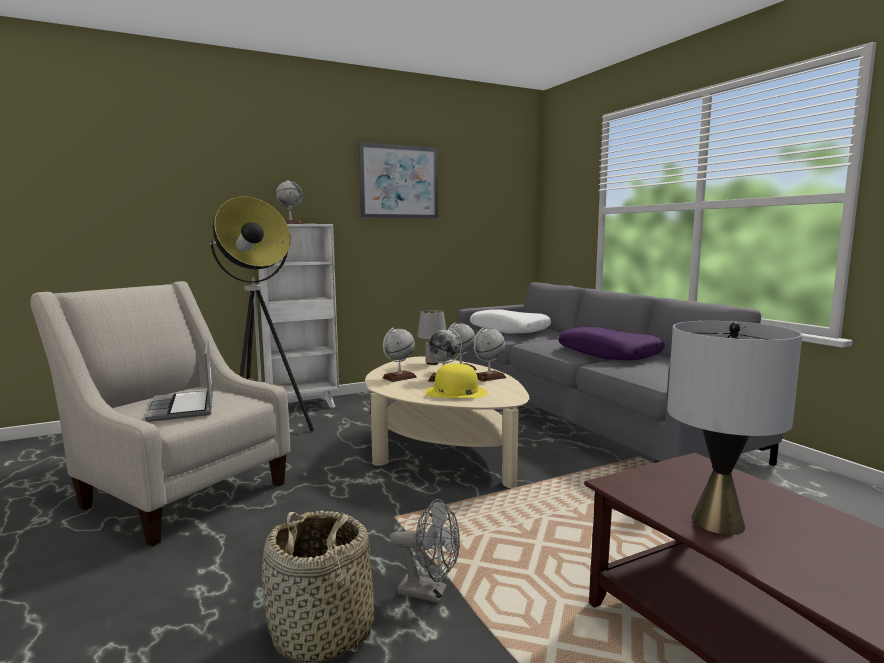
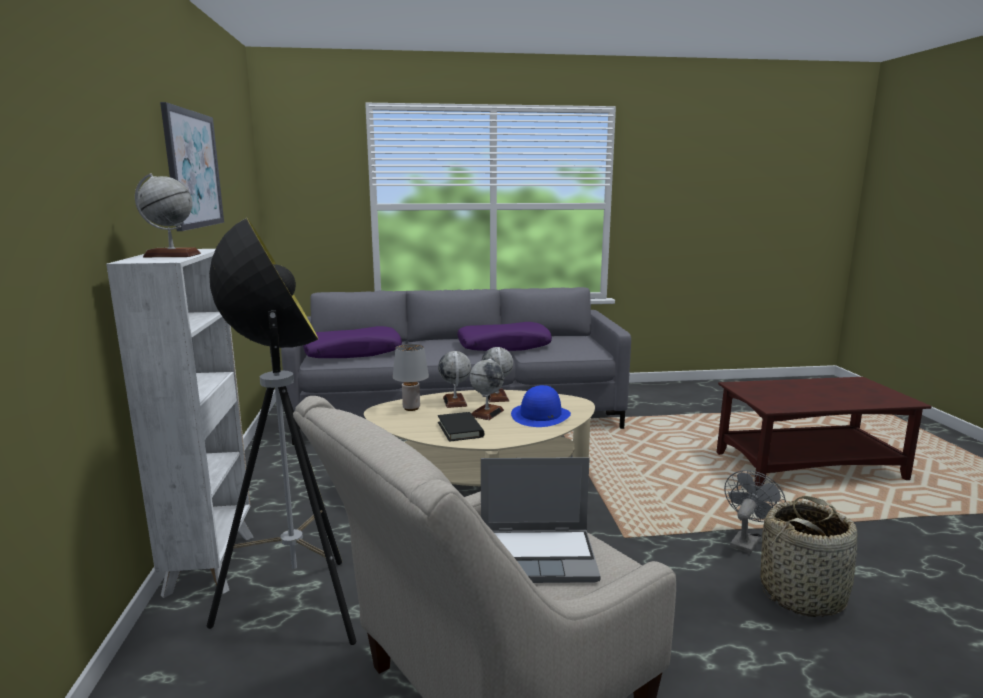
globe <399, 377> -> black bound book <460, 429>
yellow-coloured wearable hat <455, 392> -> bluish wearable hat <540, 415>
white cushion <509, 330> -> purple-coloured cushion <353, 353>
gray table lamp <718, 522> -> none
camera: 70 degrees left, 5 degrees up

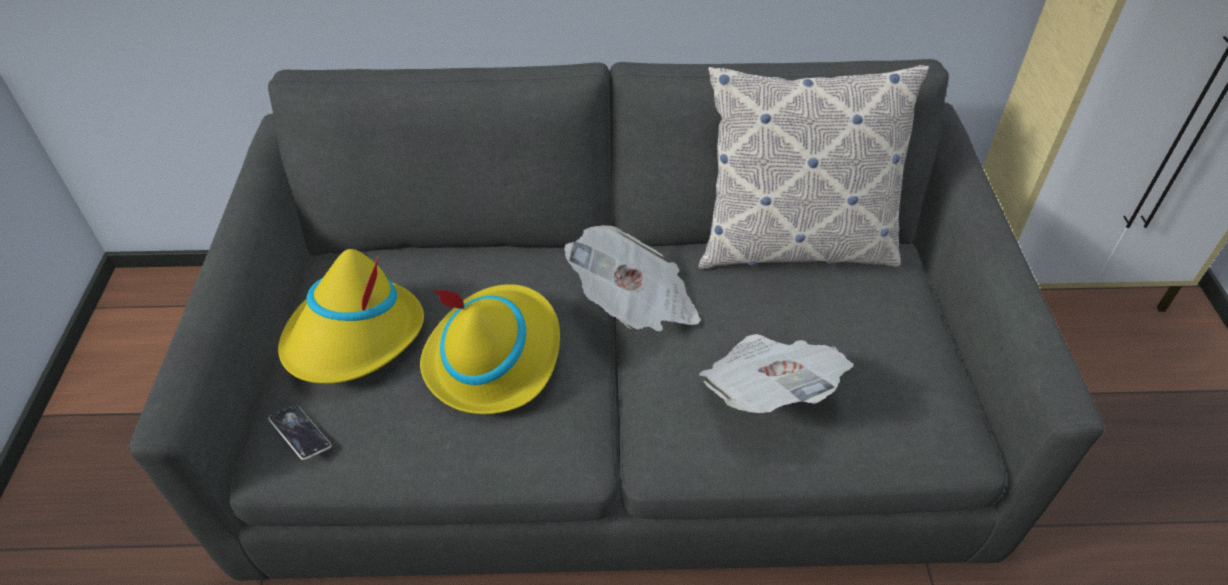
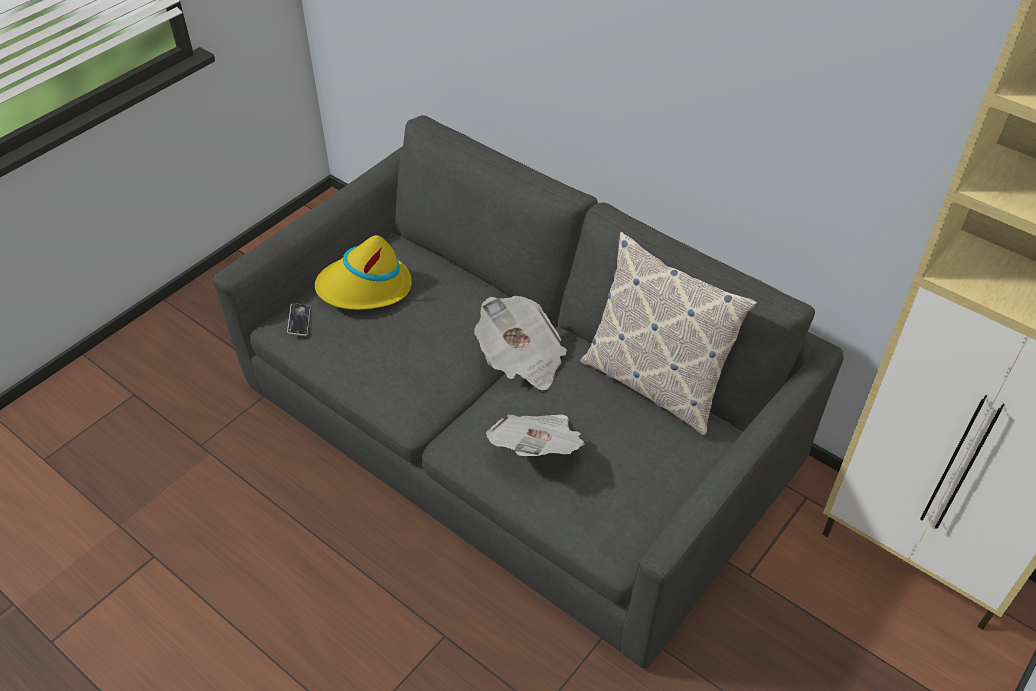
yellow-coloured wearable hat <494, 356> -> none
camera: 40 degrees right, 0 degrees up

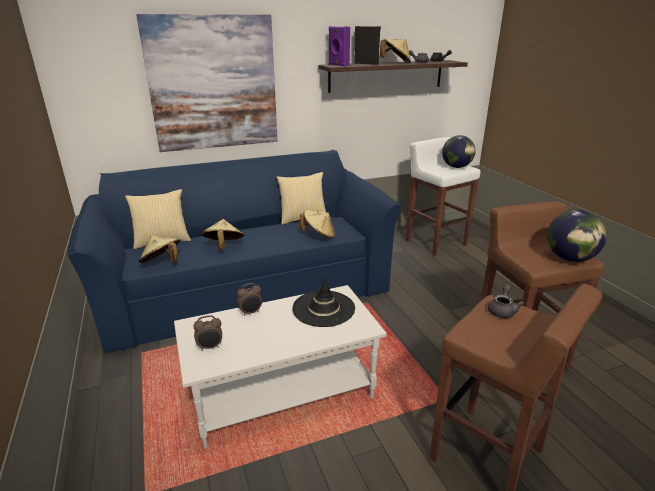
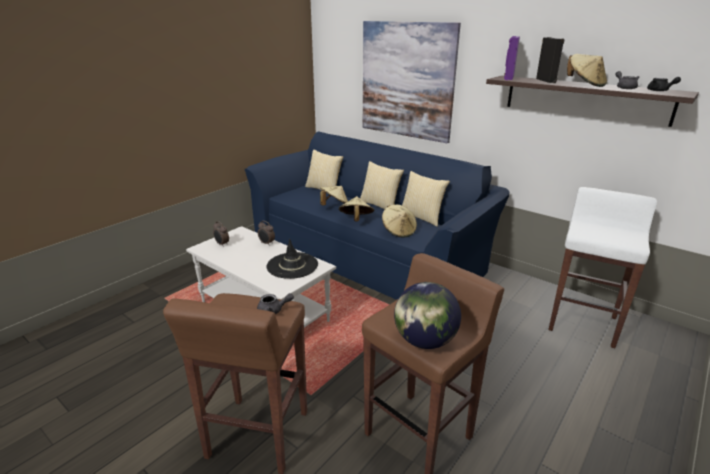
sand-coloured wearable hat <162, 263> -> sand-coloured wearable hat <356, 220>, shifted
globe <456, 167> -> none
none -> cushion <380, 205>
camera: 60 degrees right, 0 degrees up

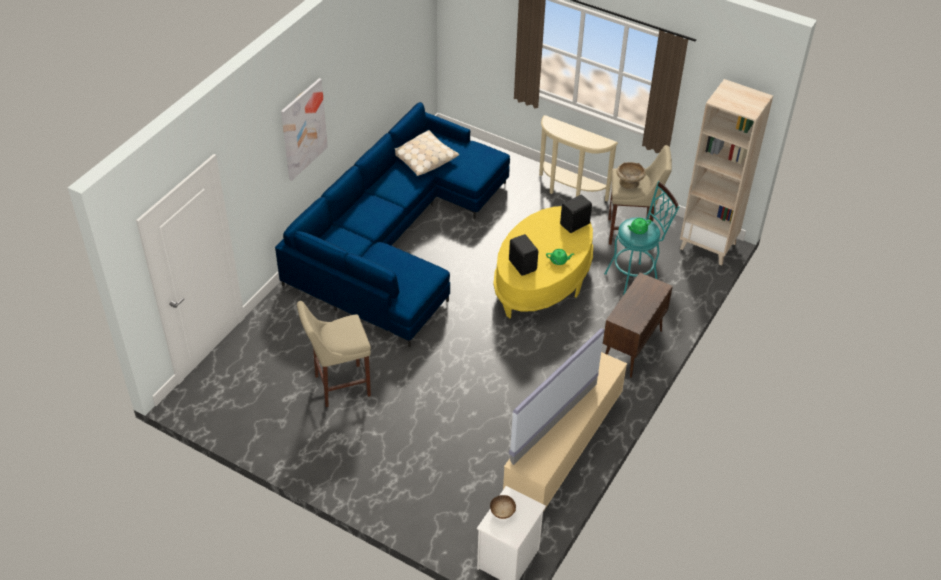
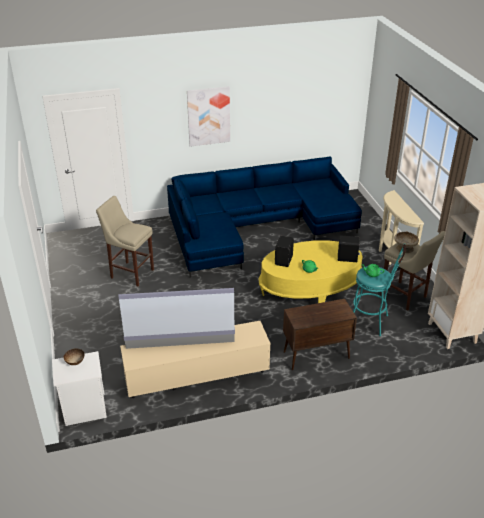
sand-coloured cushion <423, 159> -> none
camera: 45 degrees right, 10 degrees down

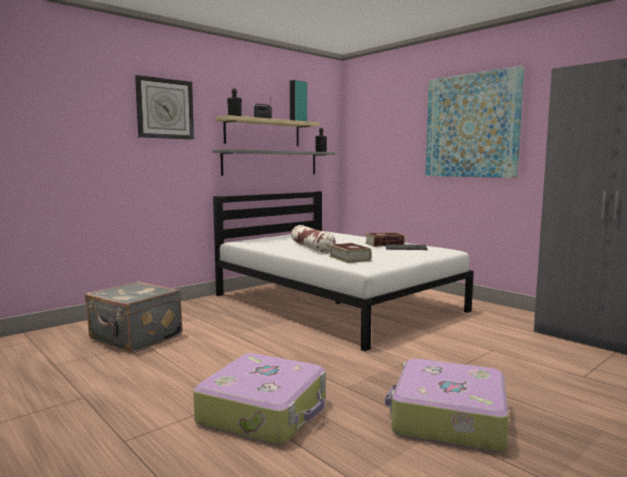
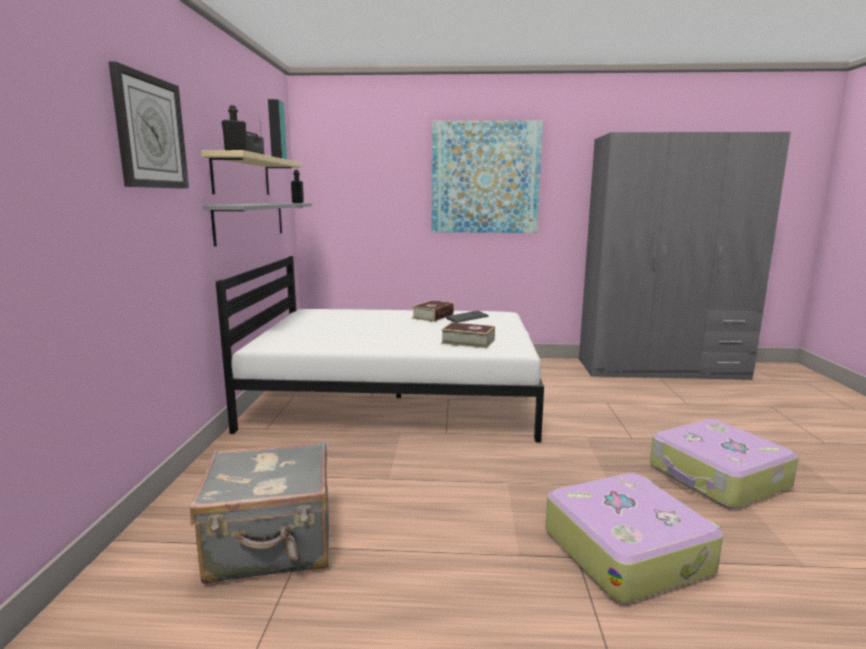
cushion <312, 247> -> none
camera: 45 degrees left, 5 degrees up

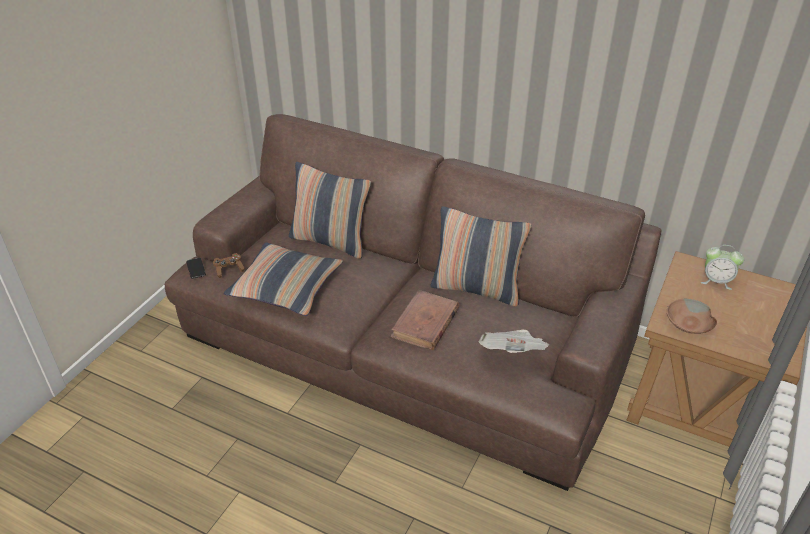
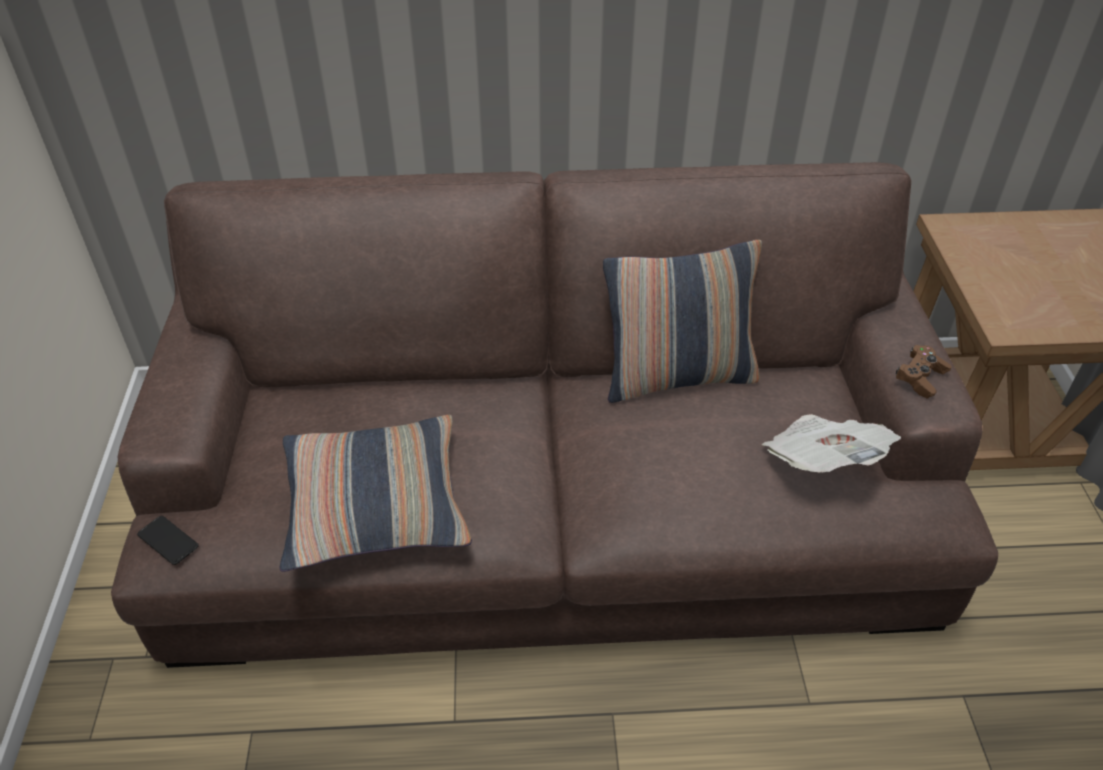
brownish game controller <229, 269> -> brownish game controller <920, 378>, shifted
cushion <330, 241> -> none
brownish bound book <425, 323> -> none
brownish serving bowl <689, 323> -> none
table clock <716, 281> -> none
camera: 30 degrees left, 5 degrees up

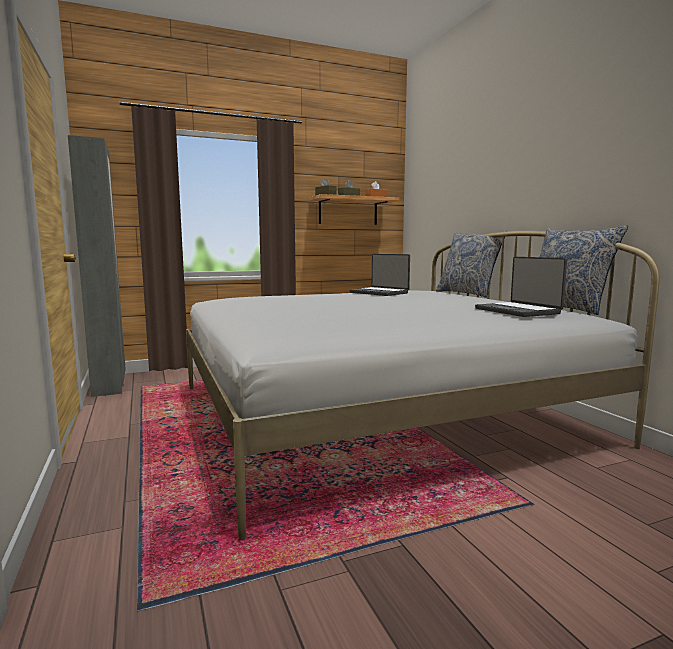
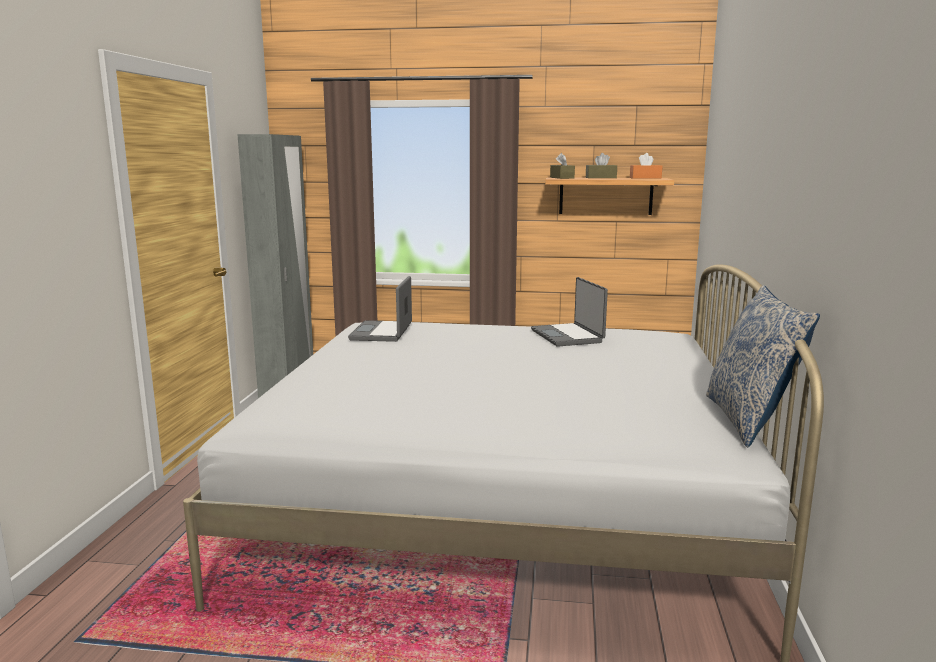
cushion <467, 294> -> none
notebook computer <518, 311> -> notebook computer <383, 332>, shifted
camera: 30 degrees right, 5 degrees up

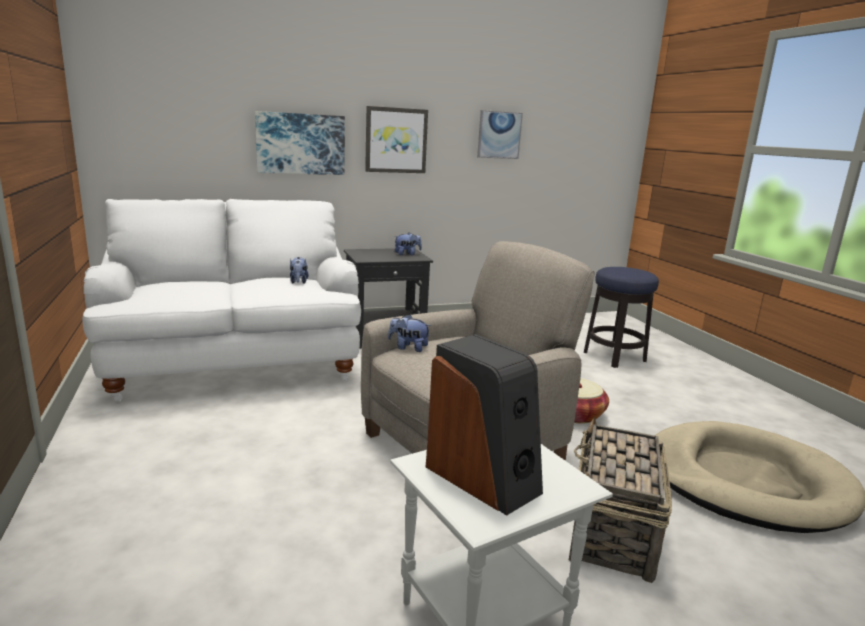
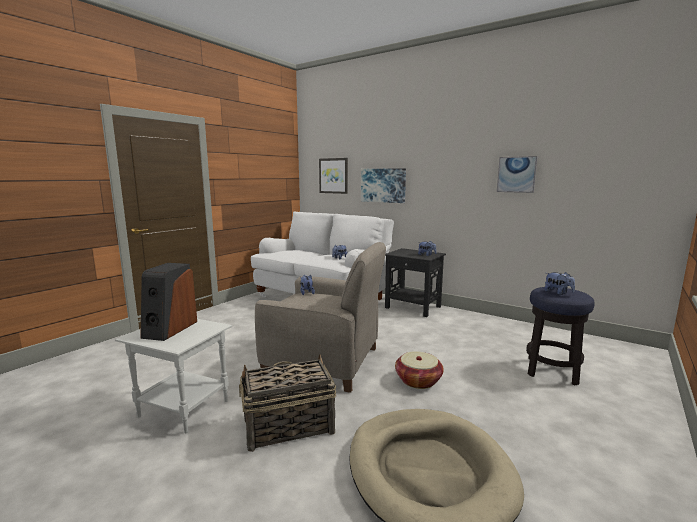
picture <396, 140> -> picture <333, 175>, shifted
none -> soft toy <558, 293>
camera: 55 degrees right, 5 degrees down

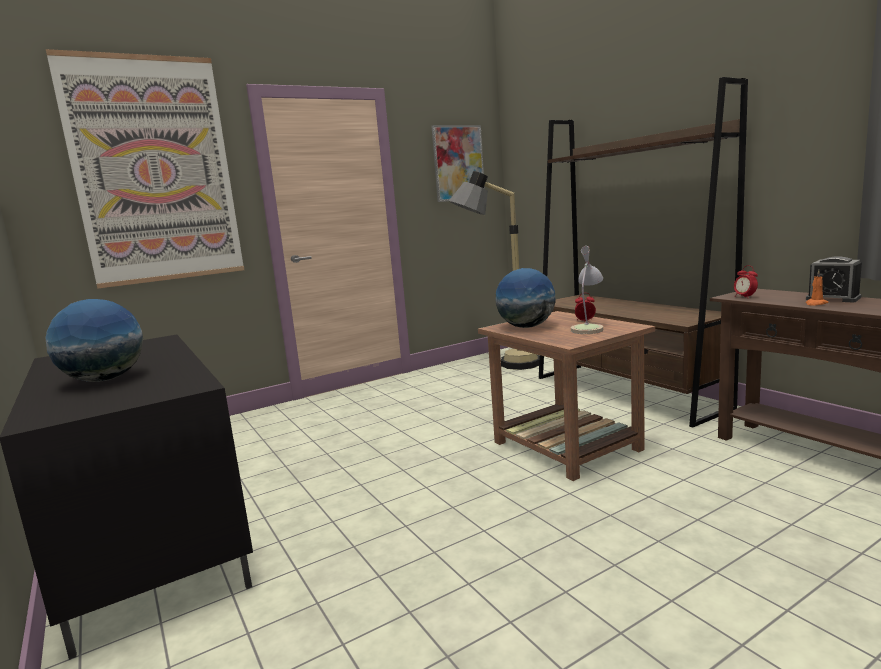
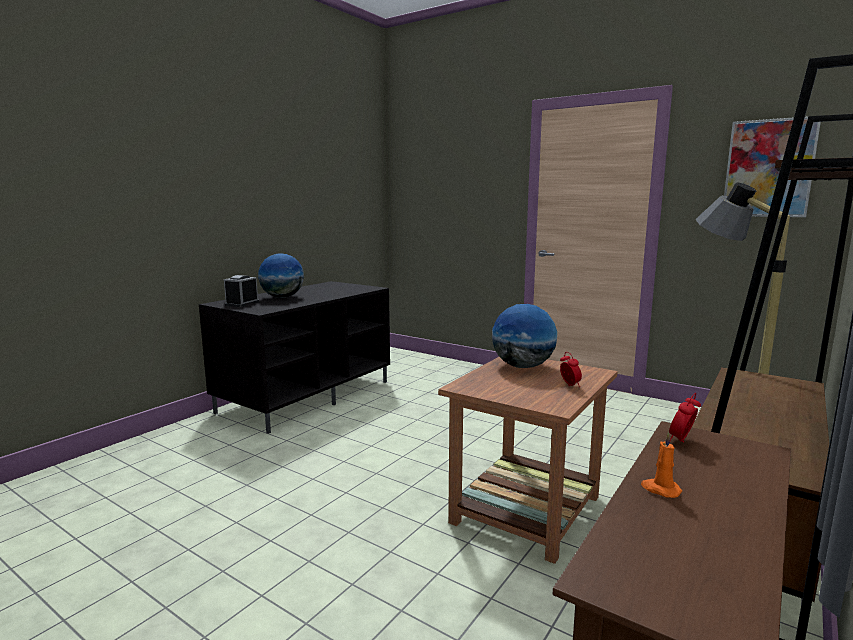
picture <154, 171> -> none
table lamp <588, 328> -> none
table clock <833, 298> -> table clock <242, 303>, shifted
camera: 65 degrees right, 0 degrees up

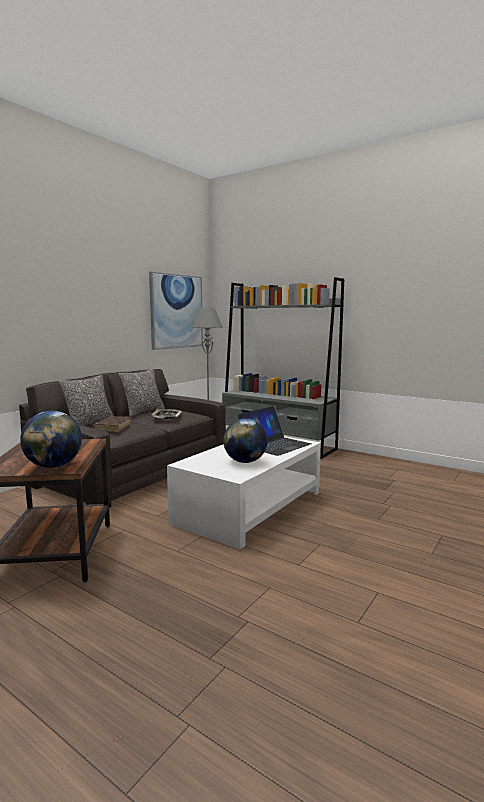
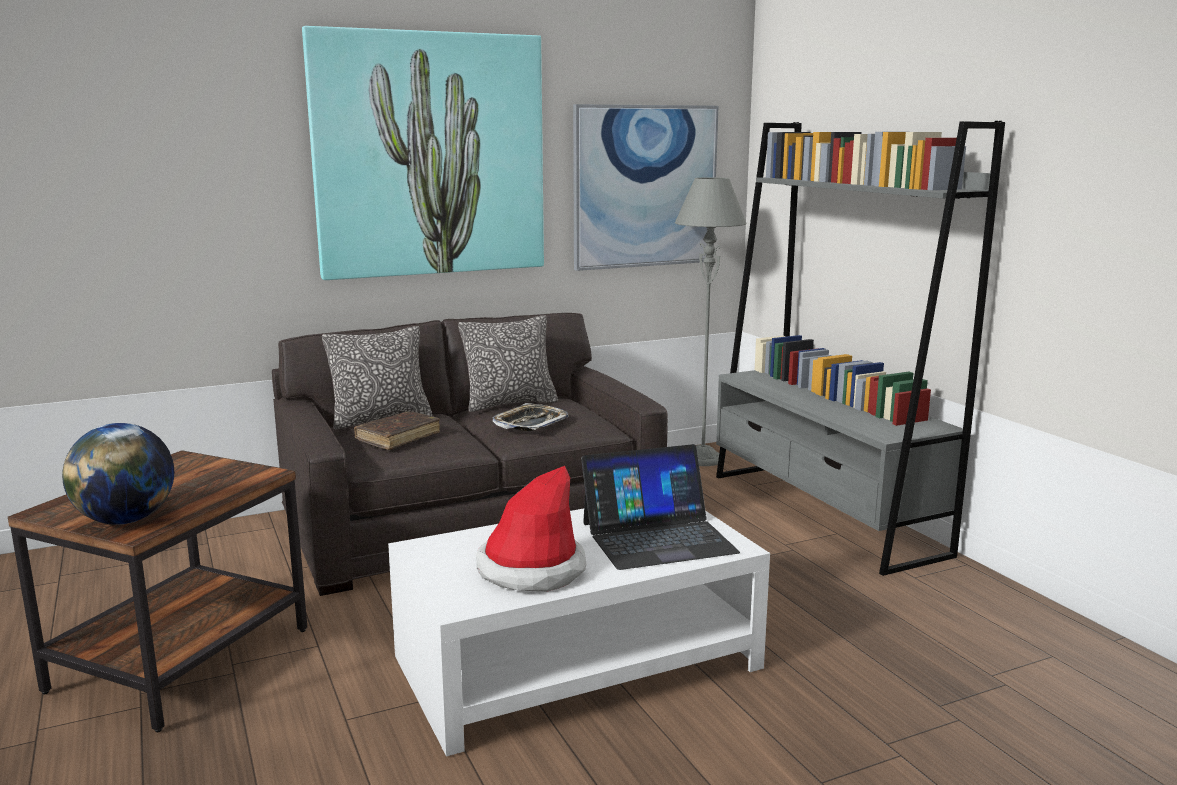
globe <245, 462> -> wearable hat <531, 570>
none -> picture <429, 155>
camera: 30 degrees right, 5 degrees up

